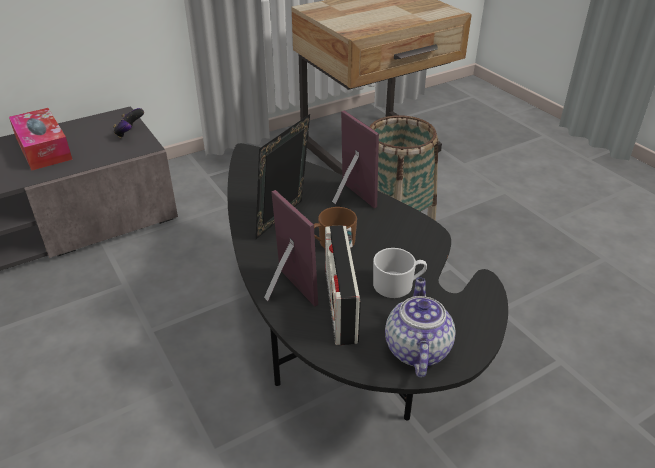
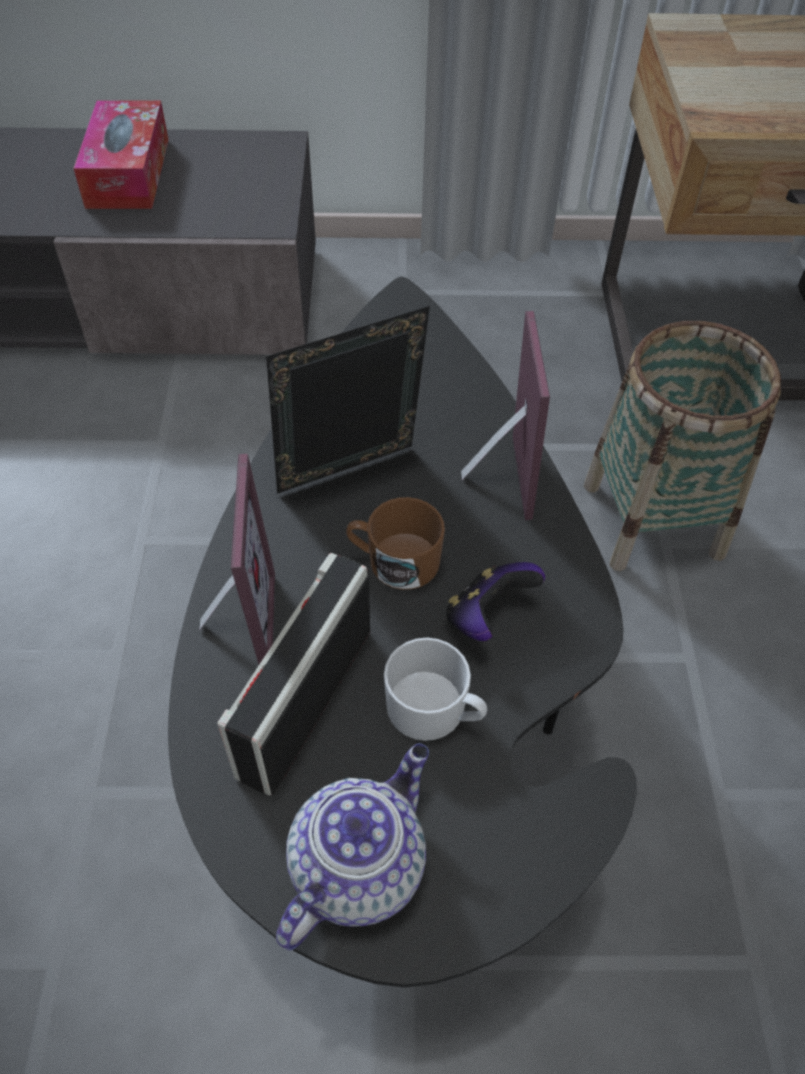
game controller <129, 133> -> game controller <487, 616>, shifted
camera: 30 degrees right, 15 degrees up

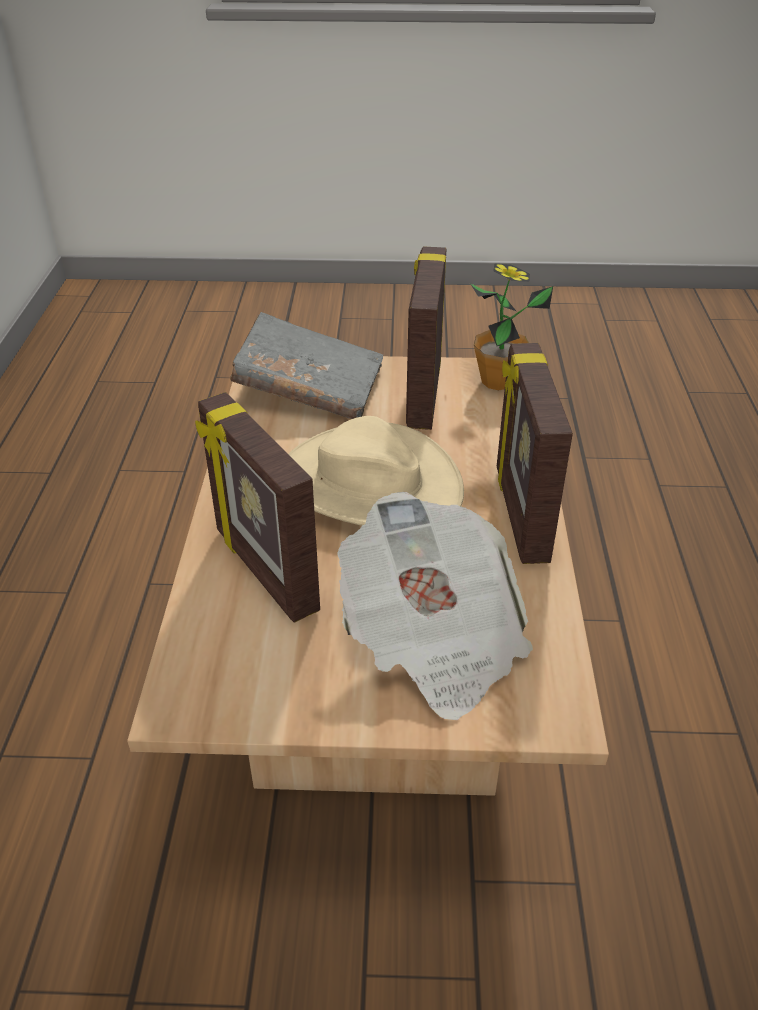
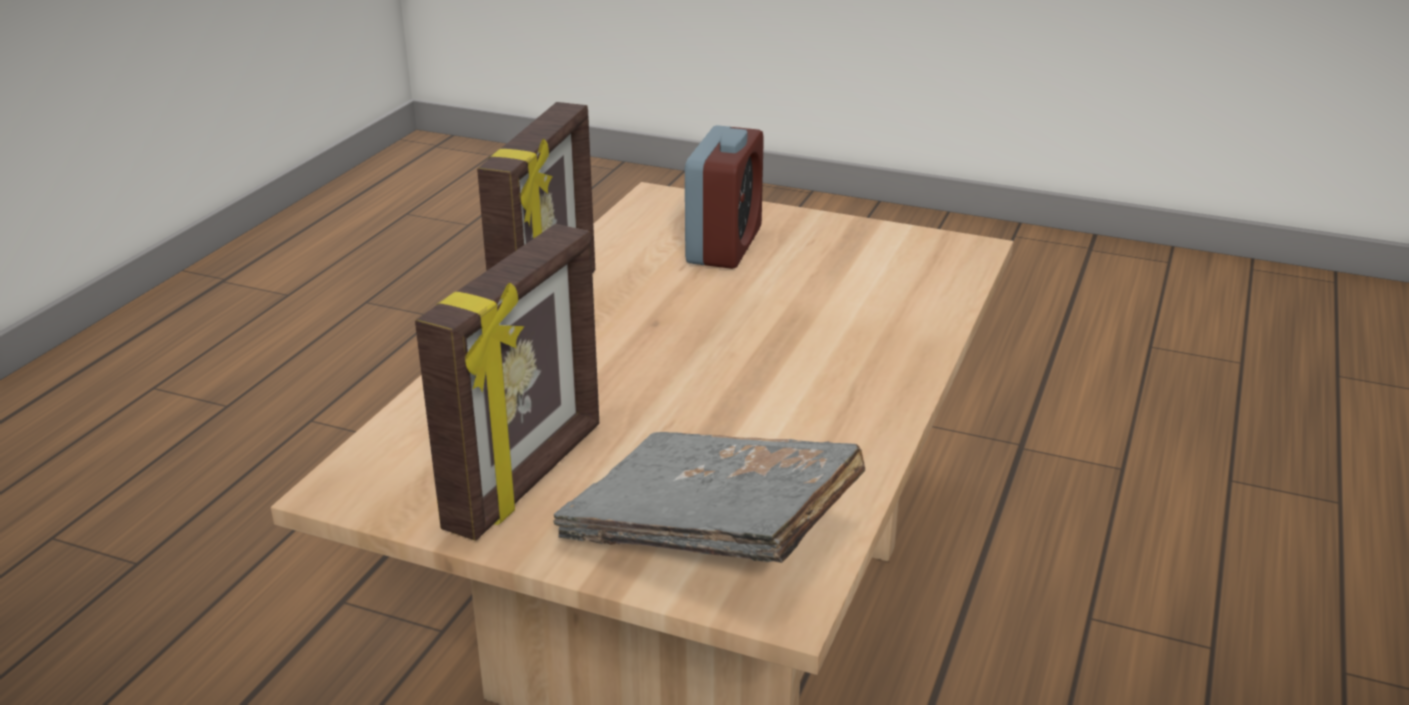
picture frame <264, 571> -> none
sand-coloured wearable hat <368, 484> -> none
printed paper <433, 638> -> table clock <724, 246>
houseplant <497, 381> -> none
camera: 160 degrees left, 10 degrees down

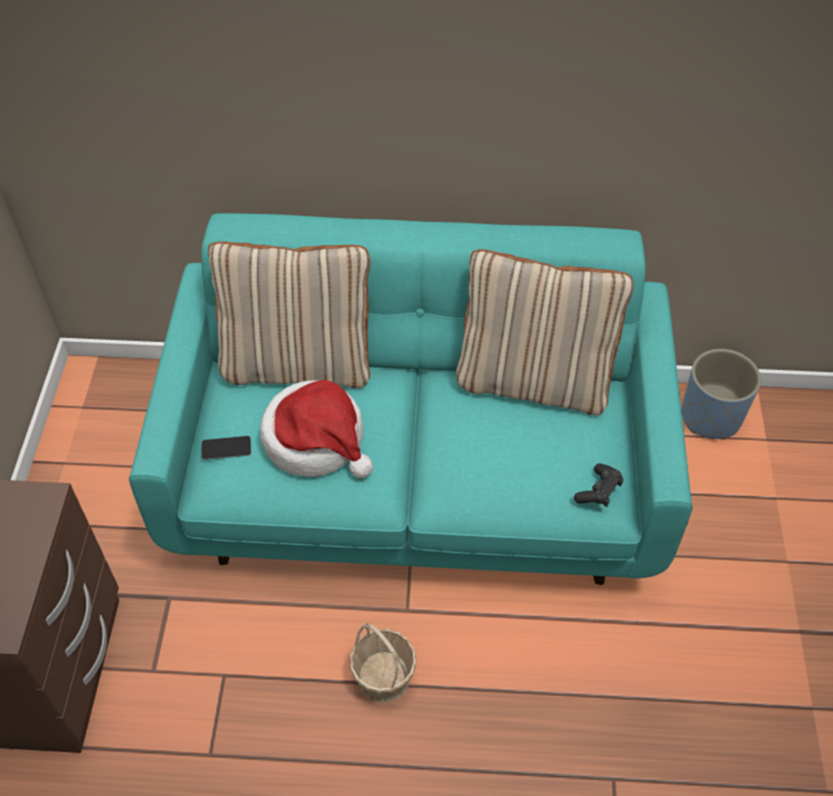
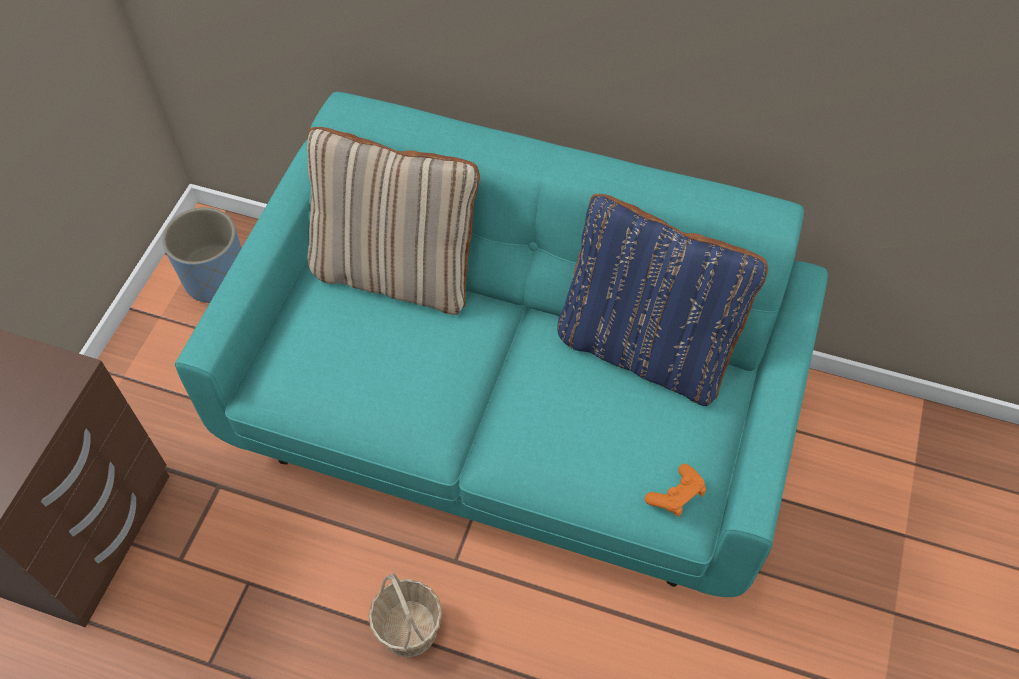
handset <226, 448> -> none
wearable hat <317, 440> -> none
sand-coloured cushion <534, 380> -> bluish cushion <645, 348>
black game controller <598, 491> -> orangey game controller <676, 496>
bluish flower pot <711, 416> -> bluish flower pot <216, 279>, shifted
camera: 15 degrees right, 5 degrees up

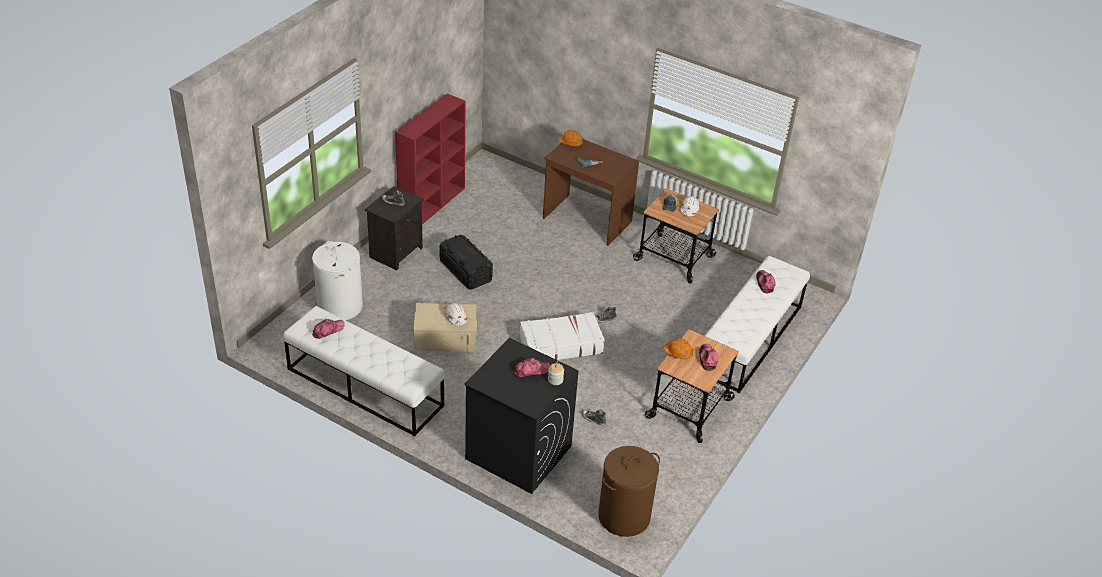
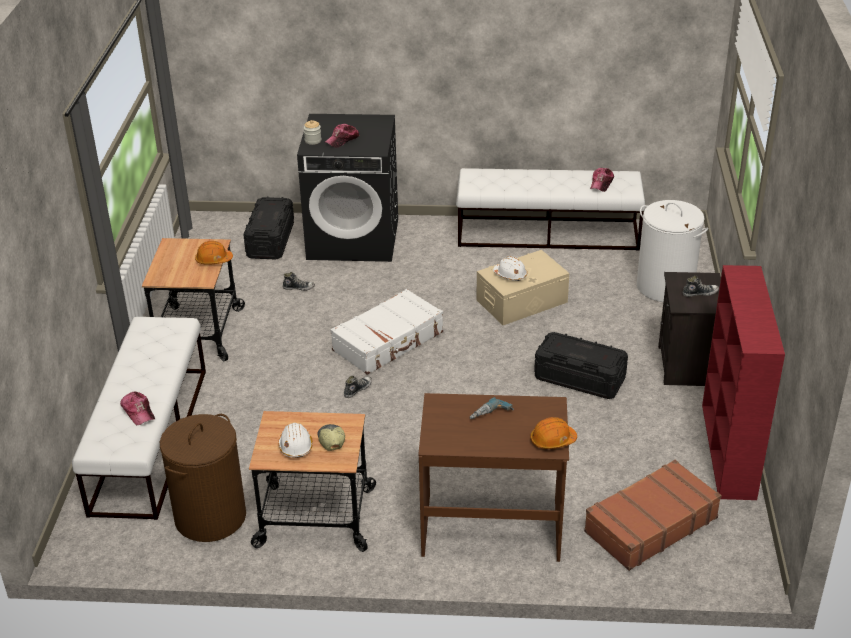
brownish hamper <624, 516> -> brownish hamper <210, 516>, shifted
peaked cap <707, 359> -> none
none -> black storage container <271, 240>
none -> brownish piece of luggage <650, 524>
camera: 155 degrees right, 5 degrees down

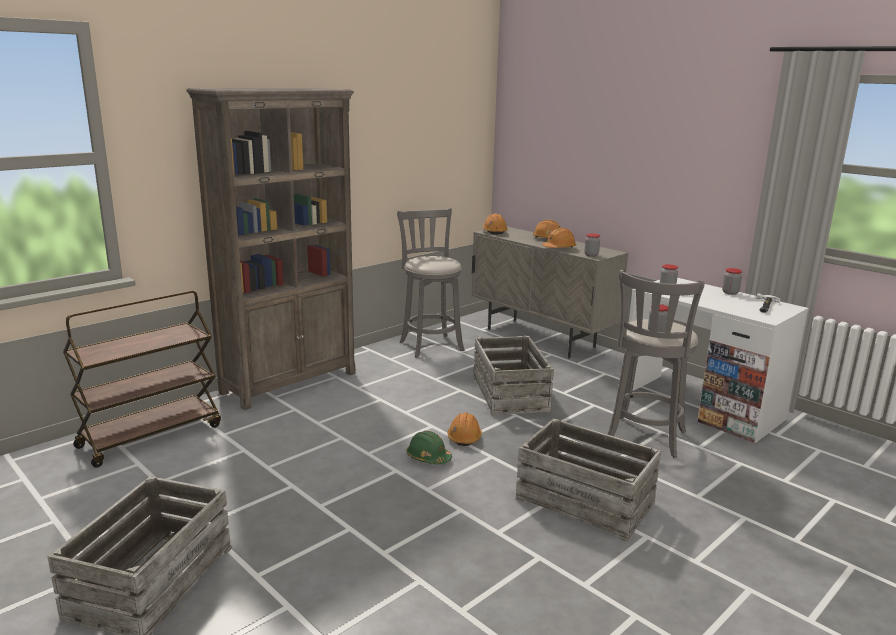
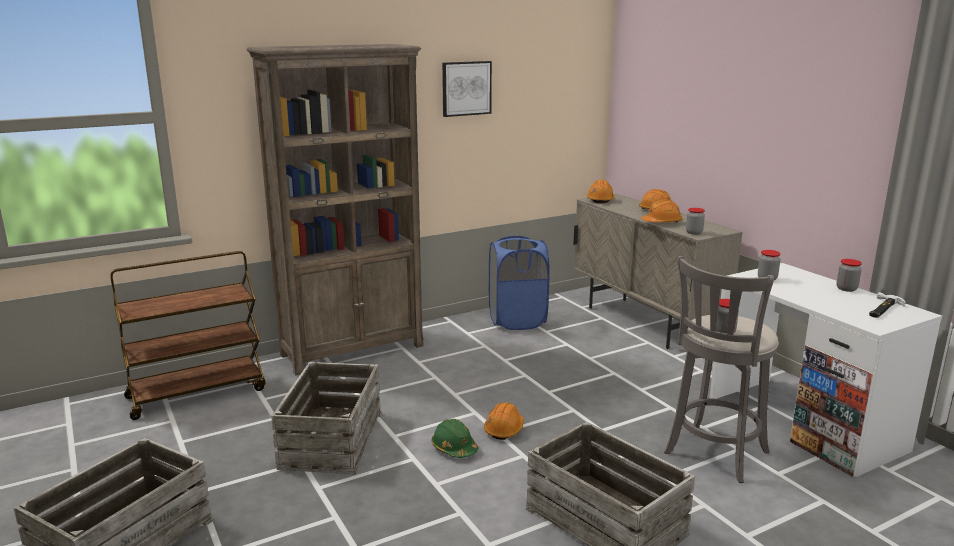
gray sitting stool <430, 344> -> bluish hamper <517, 320>
packing crate <509, 393> -> packing crate <331, 439>, shifted
none -> picture <466, 88>
camera: 15 degrees right, 0 degrees up

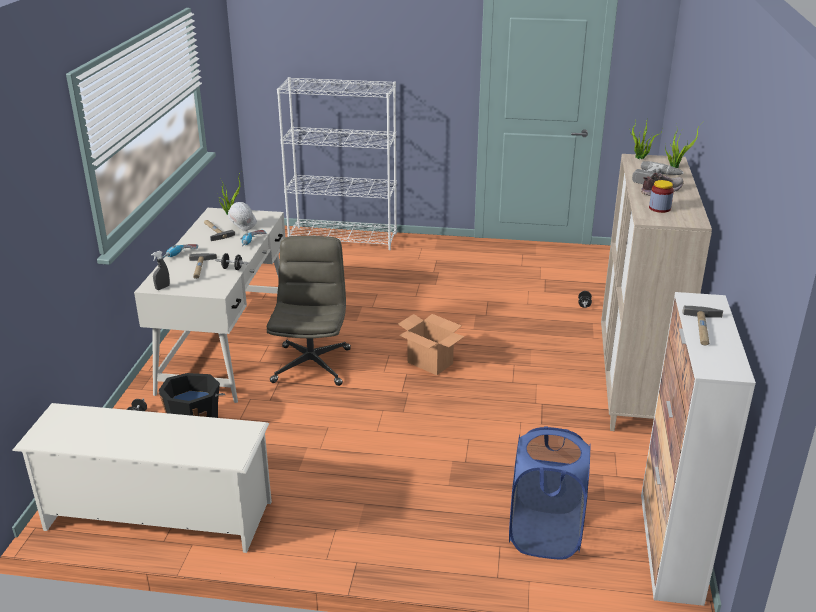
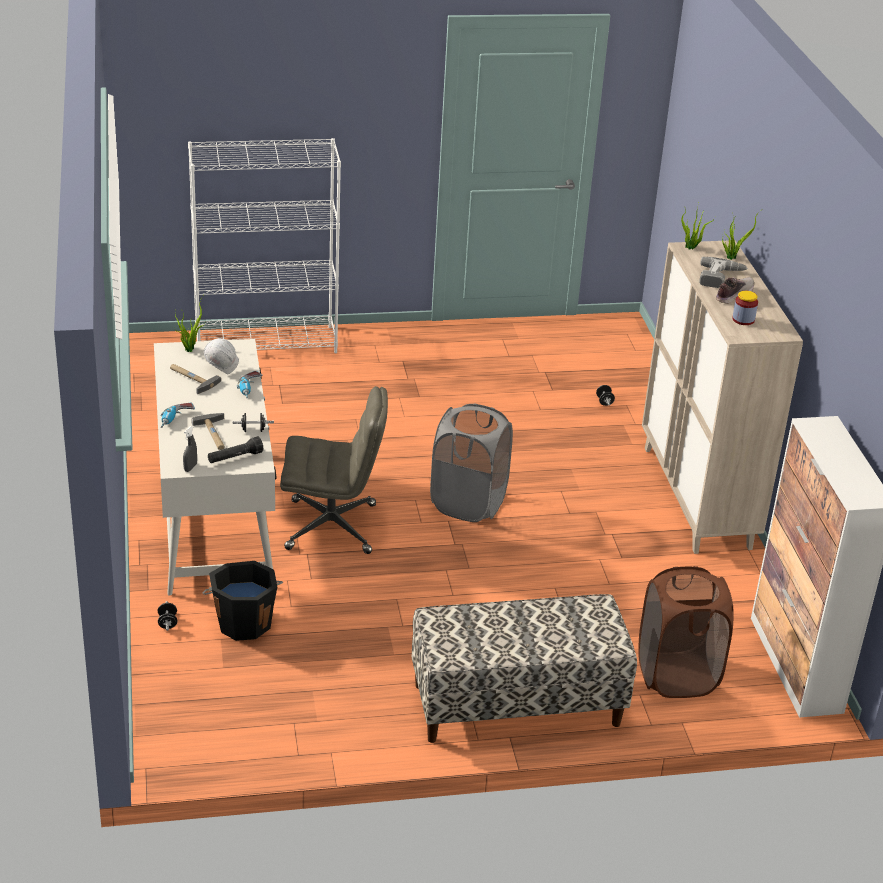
white shoe stand <157, 516> -> none
gray office chair <311, 365> -> gray office chair <332, 526>, 105 degrees clockwise
cardboard box <430, 363> -> gray hamper <468, 503>
bluish hamper <544, 535> -> brownish hamper <677, 675>
tool hammer <704, 329> -> none
none -> black torch <235, 458>
none -> indoor bench <516, 705>
camera: 20 degrees left, 5 degrees up

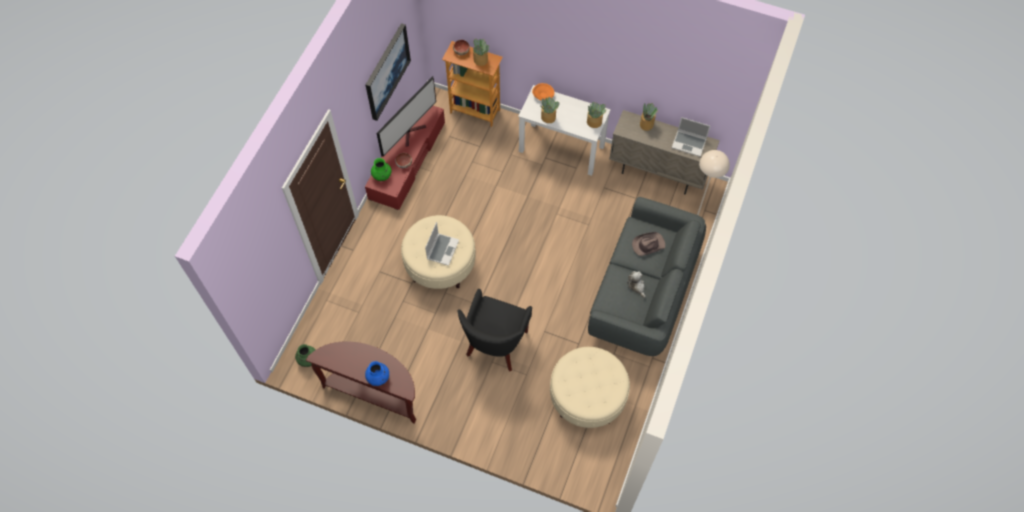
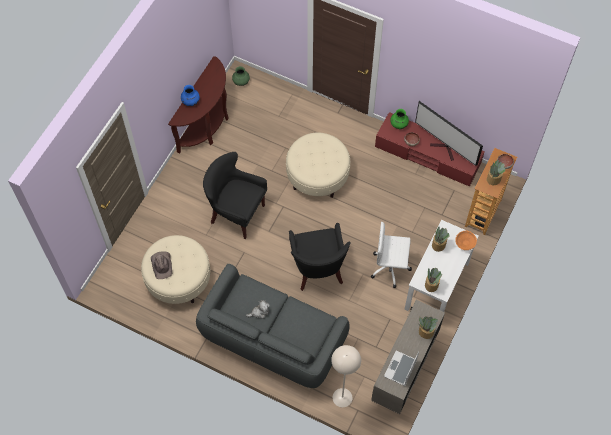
picture <386, 71> -> none
notebook computer <442, 249> -> none
brownish wearable hat <648, 245> -> brownish wearable hat <162, 265>, shifted
none -> black easy chair <317, 270>
none -> white office chair <390, 267>
camera: 95 degrees right, 0 degrees up

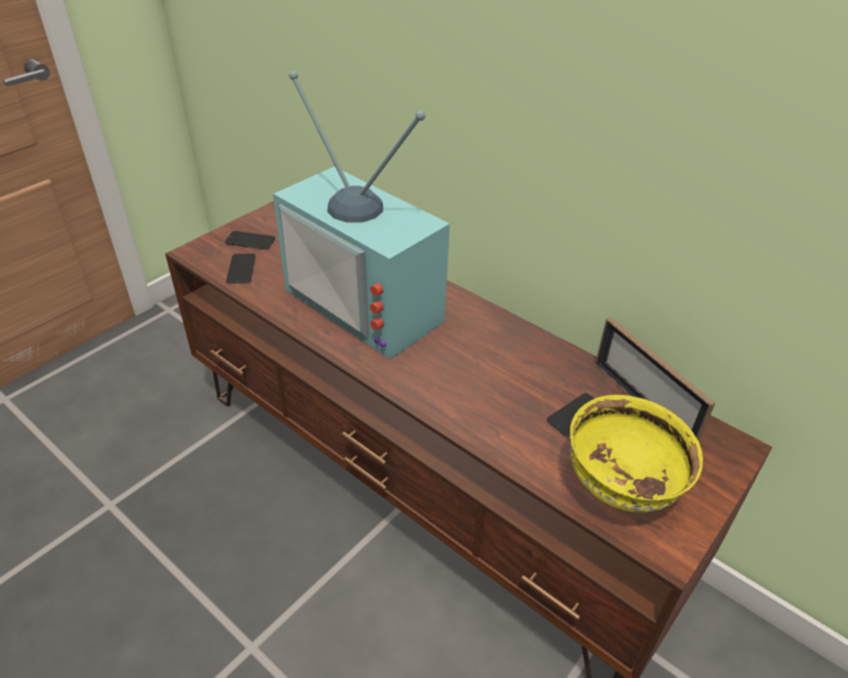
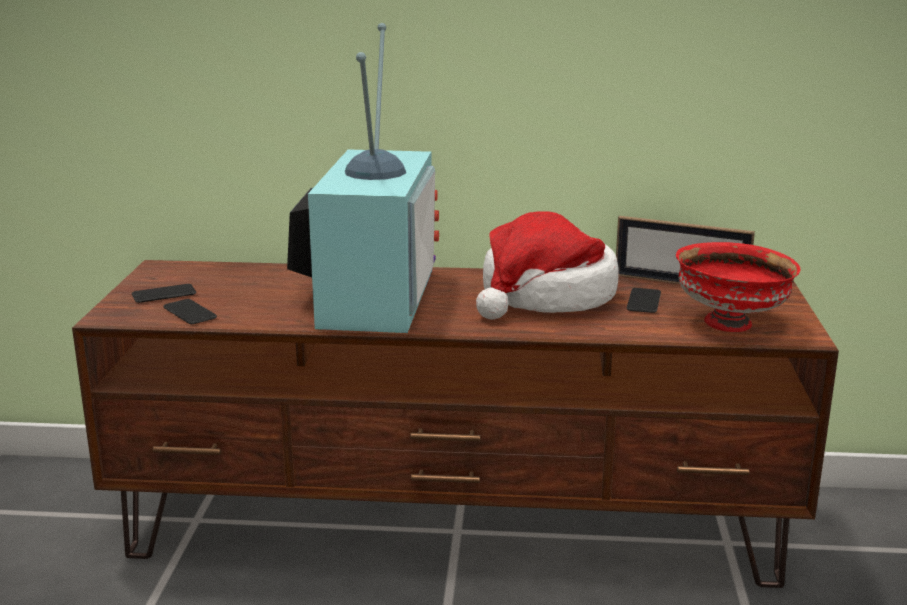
TV set <371, 302> -> TV set <368, 296>, 90 degrees counterclockwise
yellow-coloured serving bowl <620, 488> -> reddish serving bowl <730, 323>
none -> wearable hat <546, 297>
camera: 35 degrees left, 20 degrees down

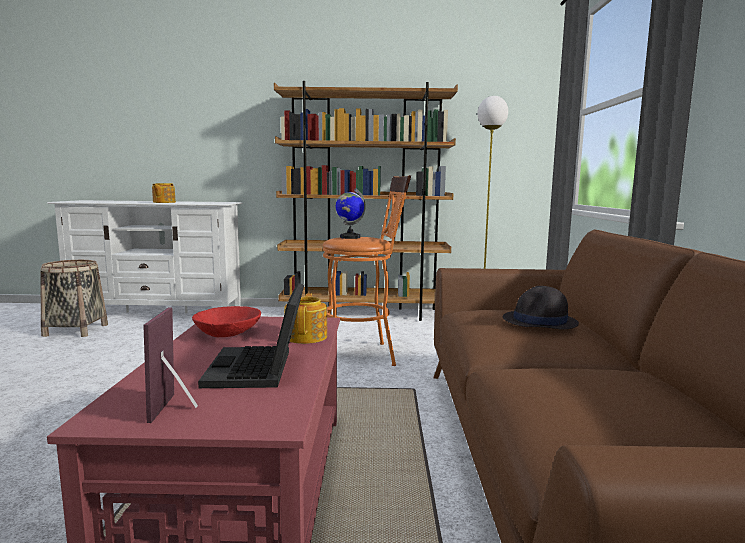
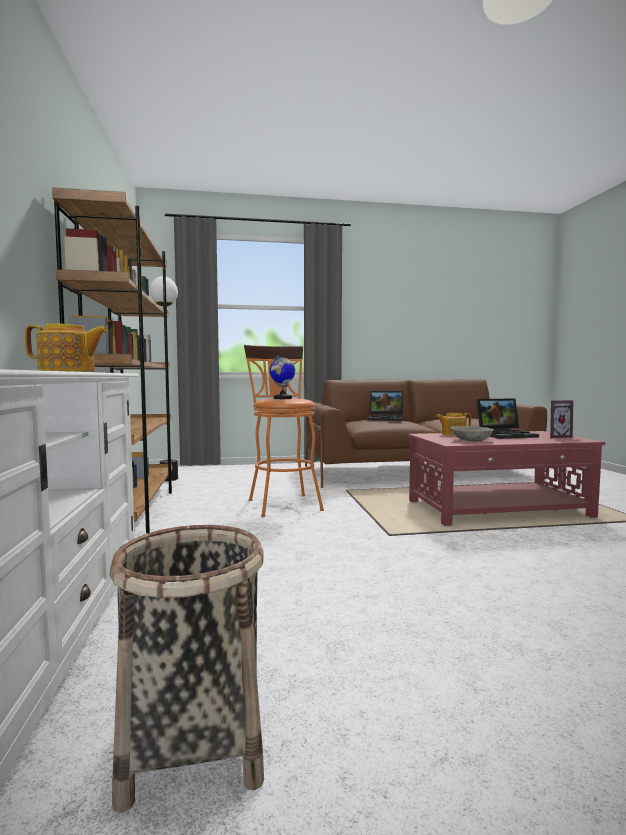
reddish serving bowl <228, 333> -> gray serving bowl <471, 440>
black wearable hat <540, 322> -> notebook computer <386, 419>
camera: 100 degrees left, 5 degrees down

